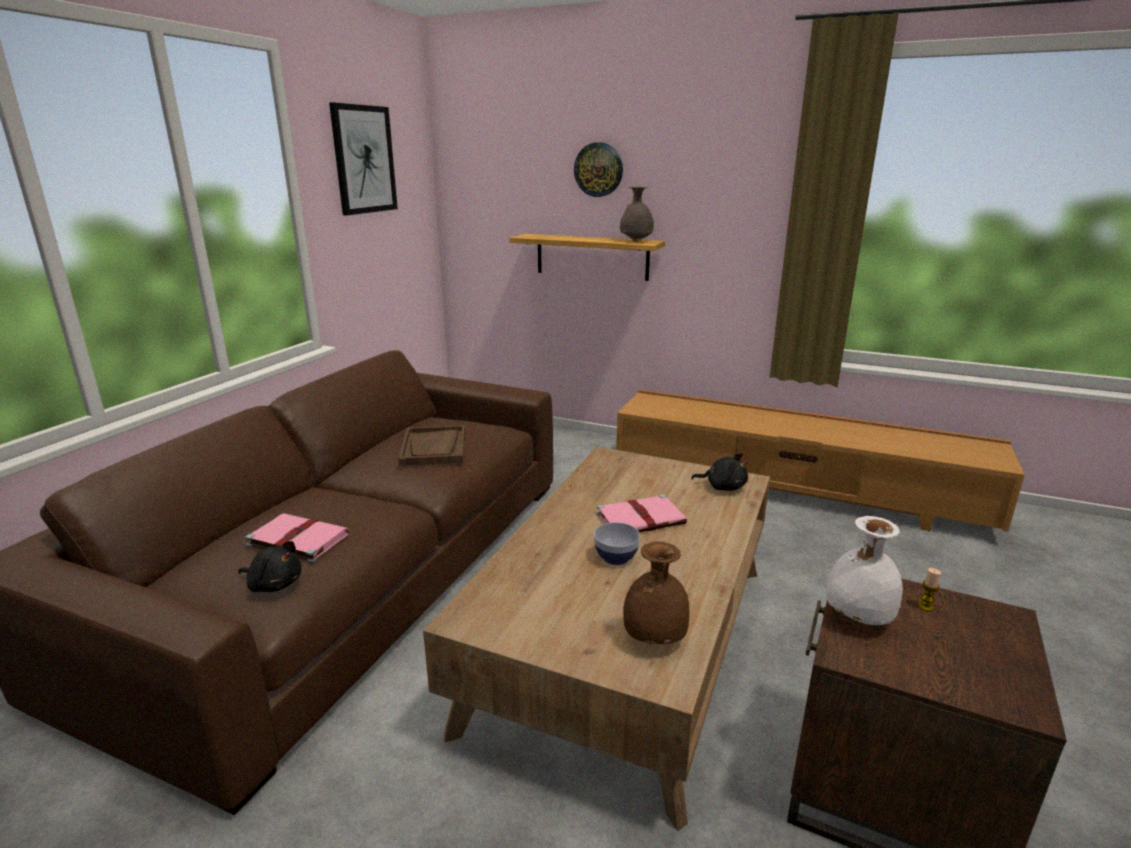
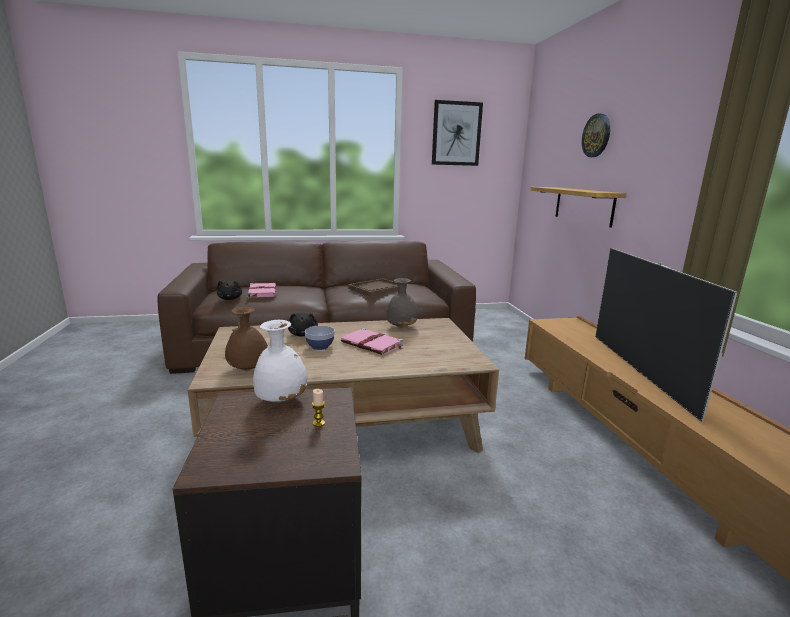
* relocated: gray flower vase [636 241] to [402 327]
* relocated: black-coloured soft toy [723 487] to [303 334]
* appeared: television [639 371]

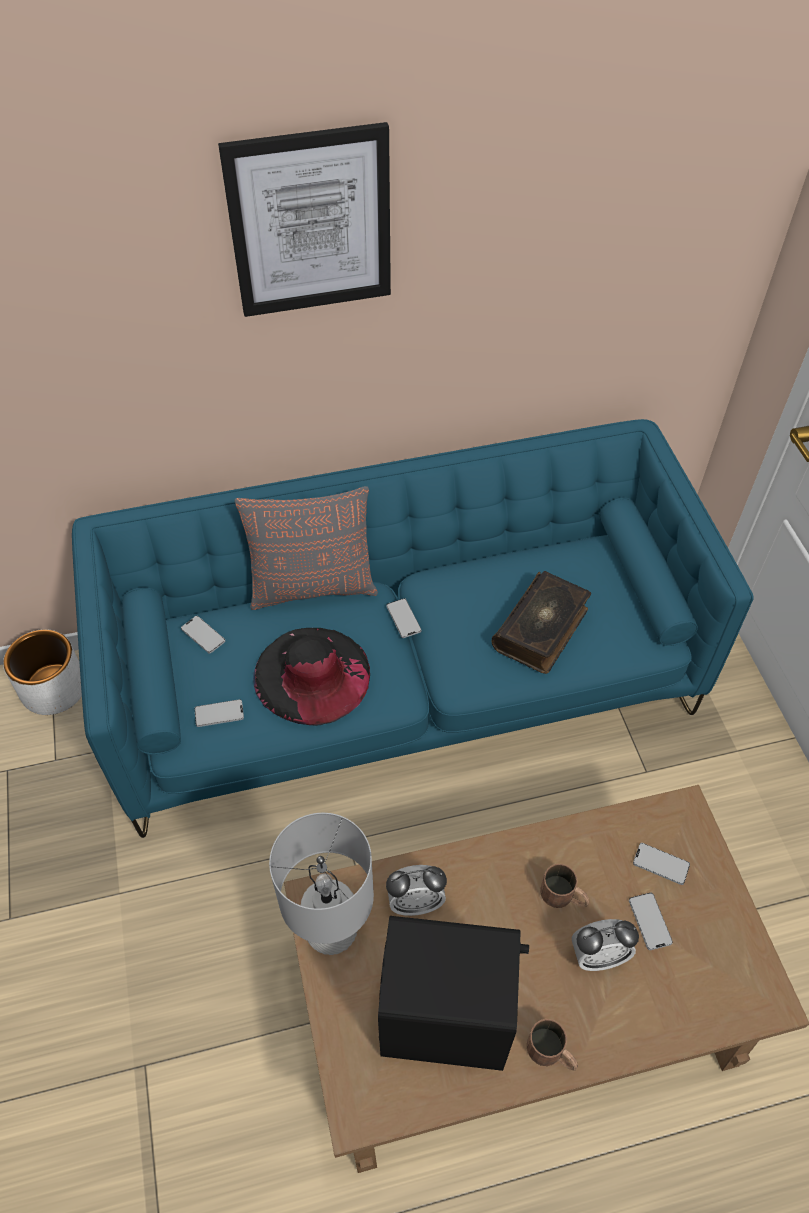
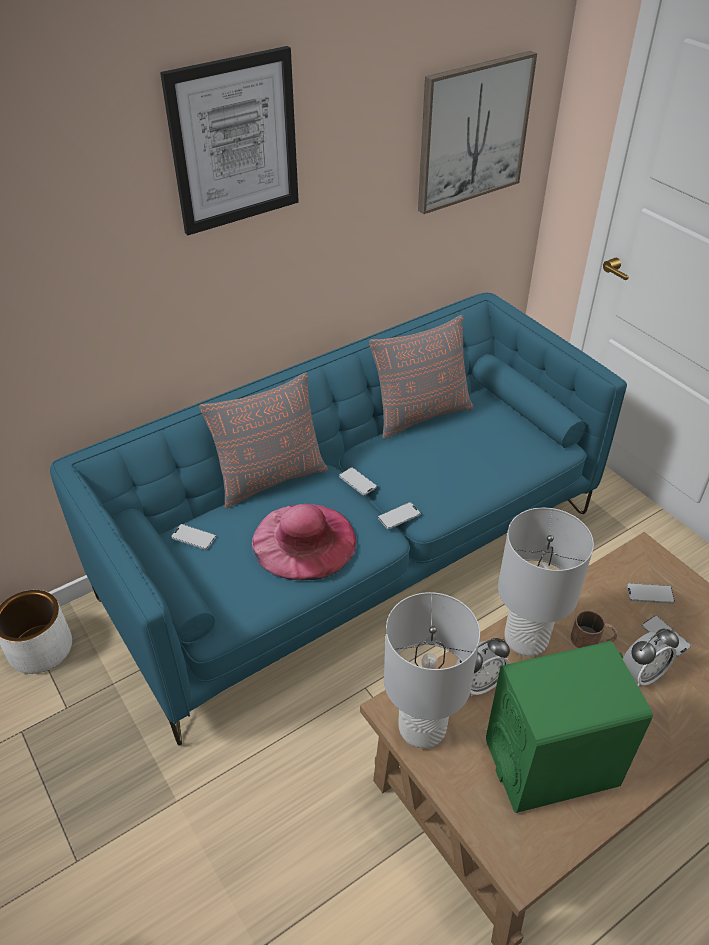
* missing: bound book [542 629]
* colour: black-coloured wearable hat [312 674] to pinkish wearable hat [304 540]
* relocated: telephone [219 714] to [399 516]
* colour: black-coloured loudspeaker [446 1017] to green loudspeaker [551 762]
* missing: brownish coffee mug [552 1053]
* appeared: wall picture [472 132]
* appeared: gray cushion [421 415]
* appeared: gray tabletop lamp [525 642]

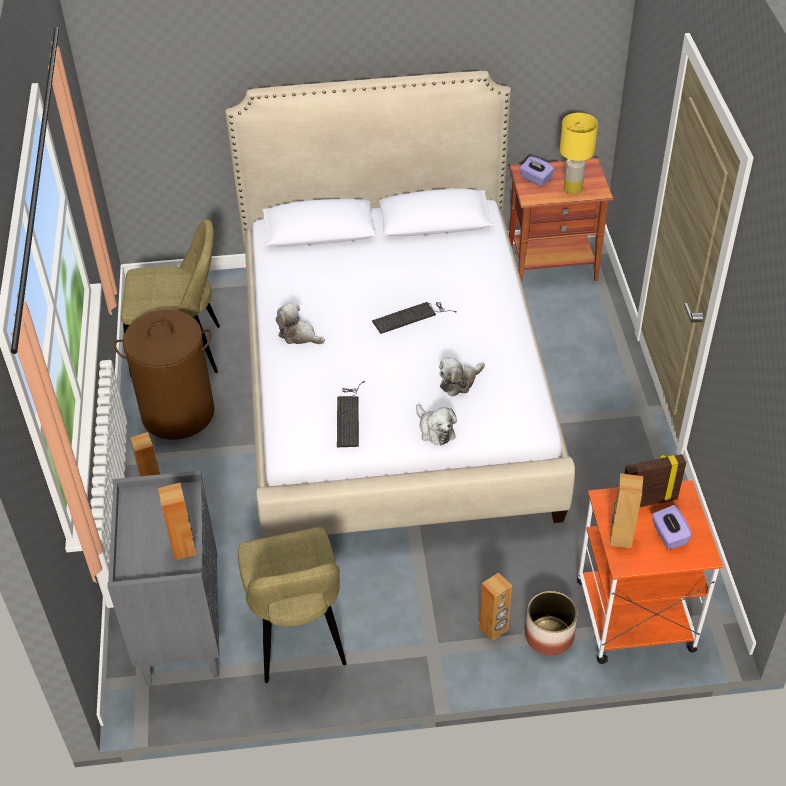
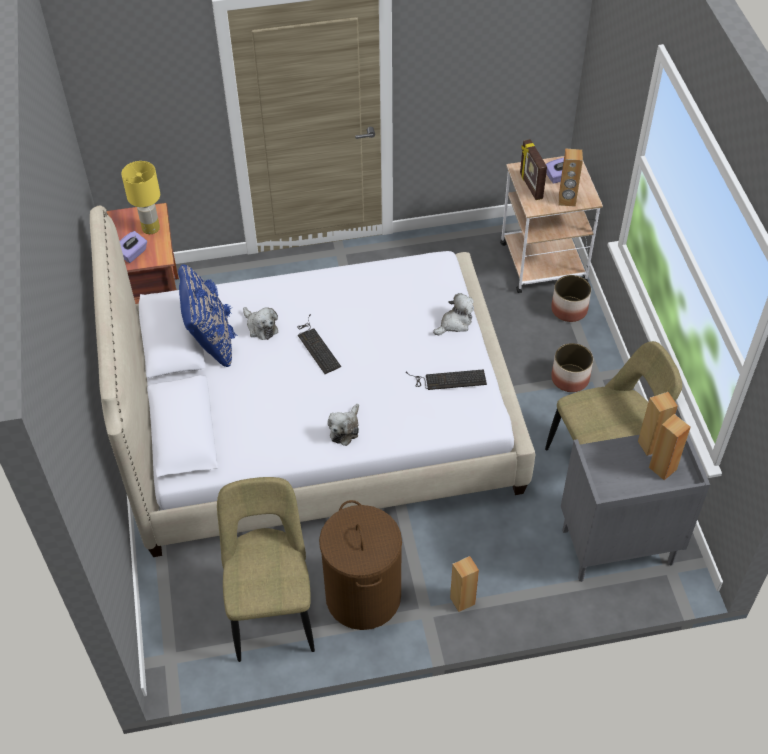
* relocated: soft toy [459 382] to [261 327]
* colour: orange-coloured cart [632 616] to beige-coloured cart [543 264]
* relocated: brownish loudspeaker [493 629] to [662 468]
* appeared: bluish cushion [212 340]
* appeared: plant pot [570 378]

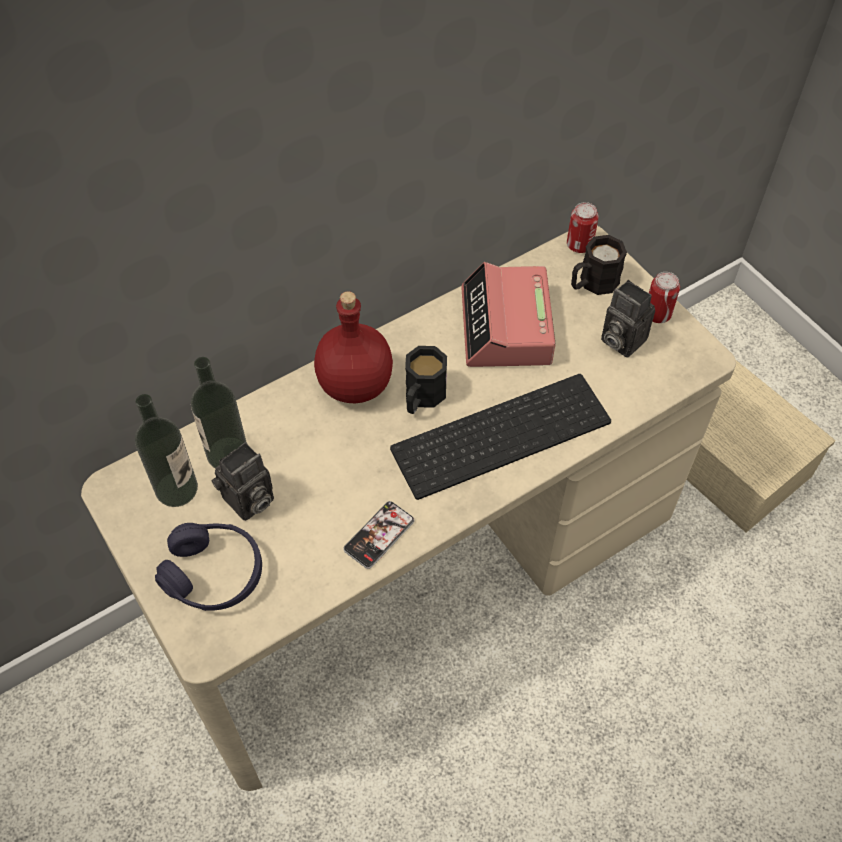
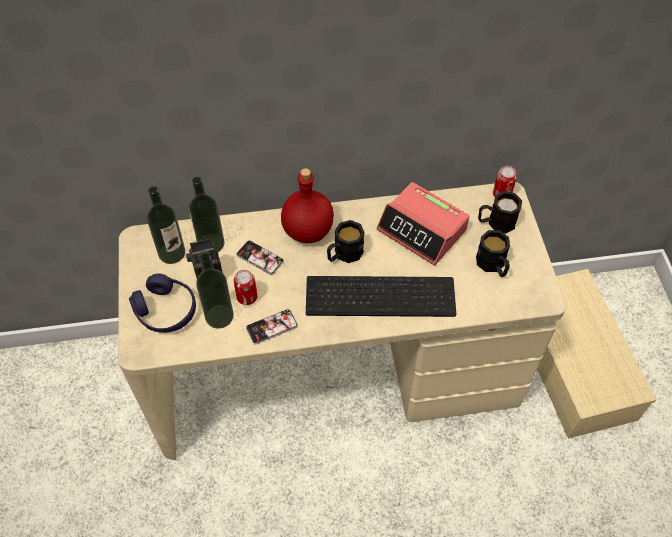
* spun: bedside clock [506 327] = [422 230] 75 degrees counterclockwise
* relocated: metal can [657 314] to [247 297]
* exchanged: still camera [620 340] to black-coloured coffee mug [493 265]
* appeared: telephone [260 258]
* appeared: drink bottle [219 316]

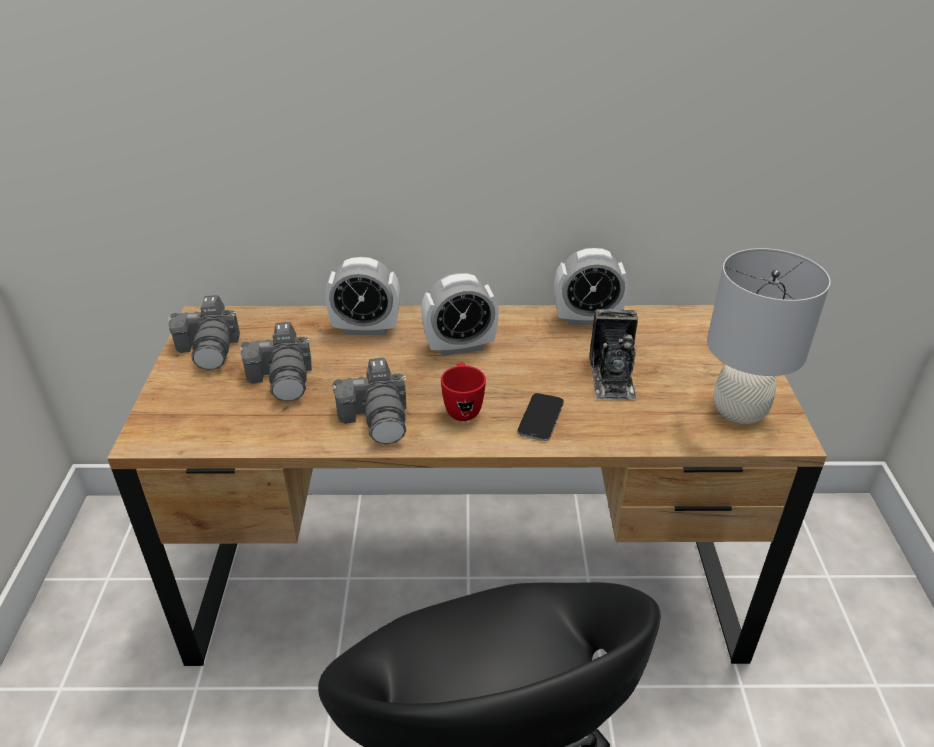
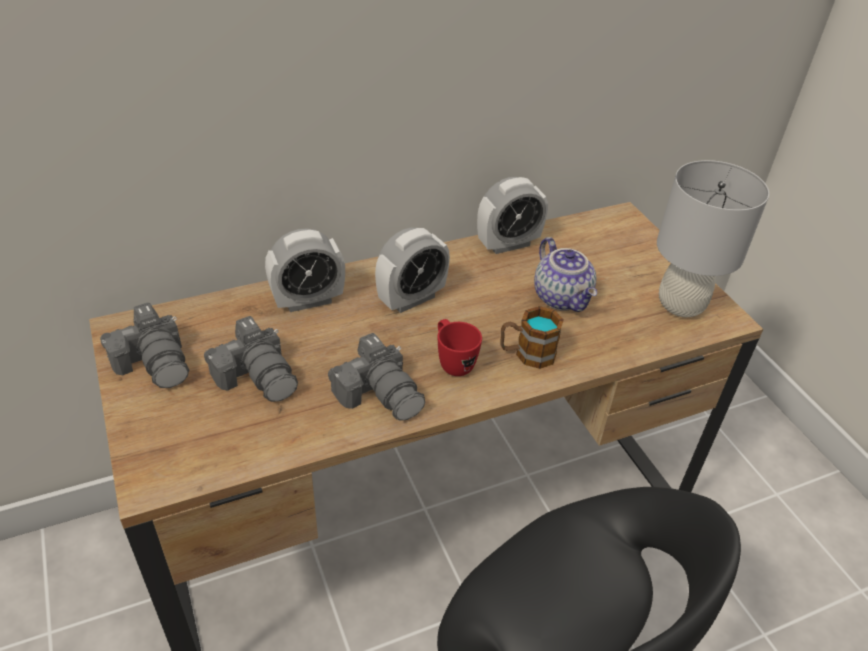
* exchanged: still camera [612 377] to tea pot [563 298]
* exchanged: telephone [540 418] to coffee mug [527 354]

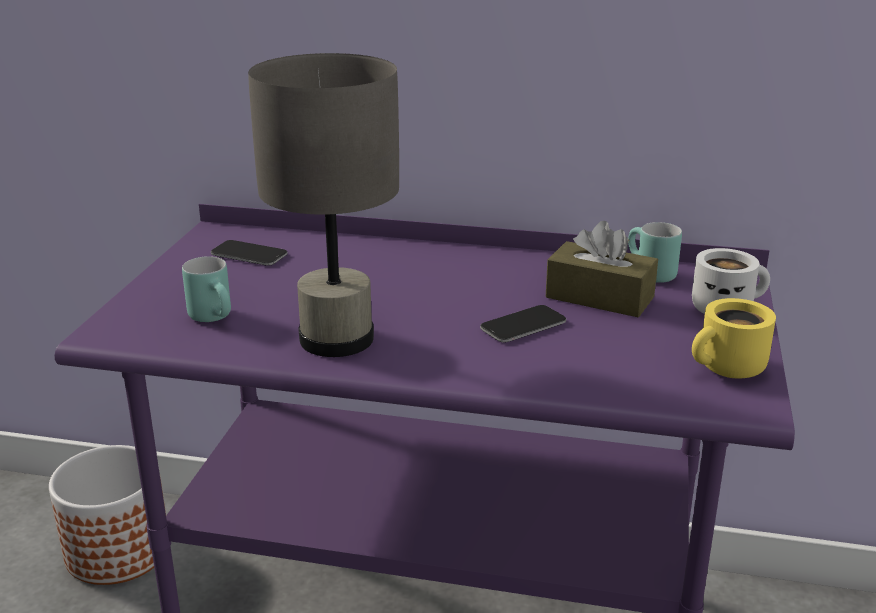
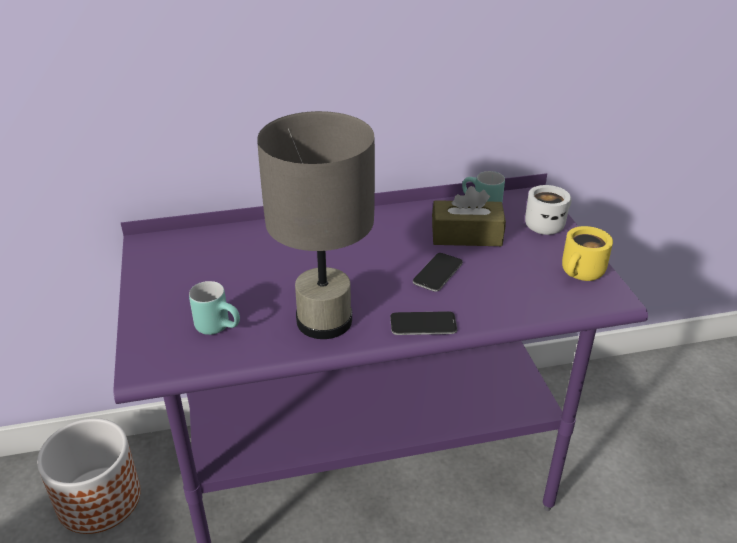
* relocated: telephone [249 255] to [423 325]

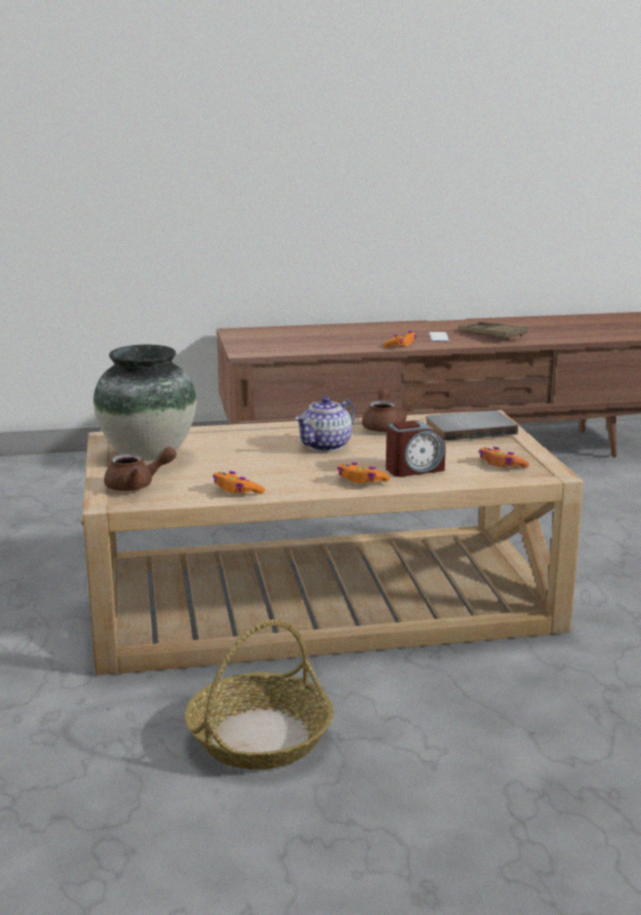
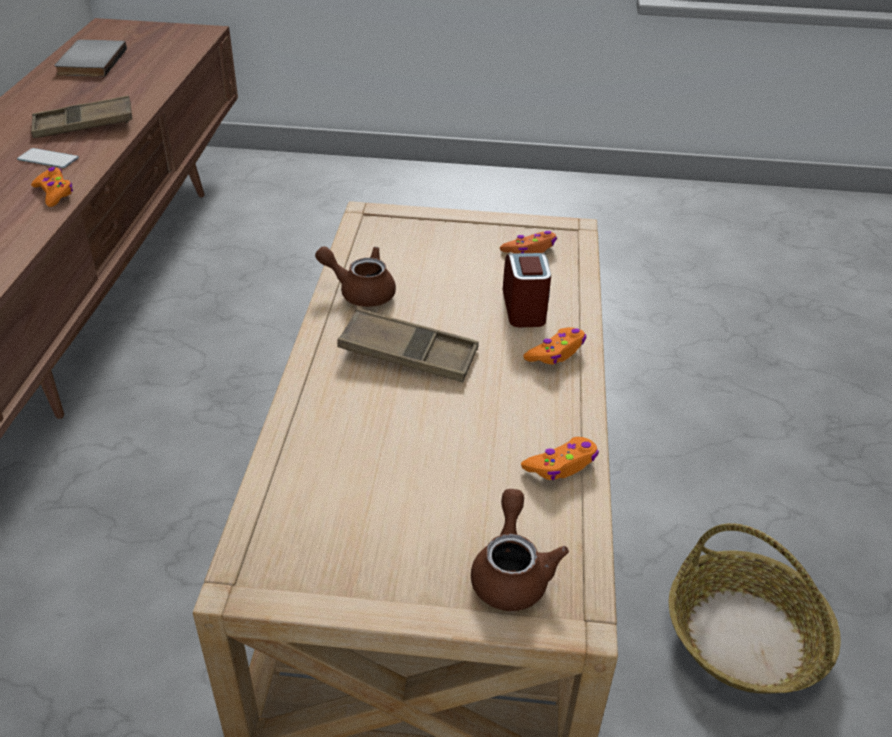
* missing: flower vase [147 455]
* exchanged: tea pot [326 446] to brownish carrying tray [408 353]
* relocated: gray bound book [469 429] to [89 61]

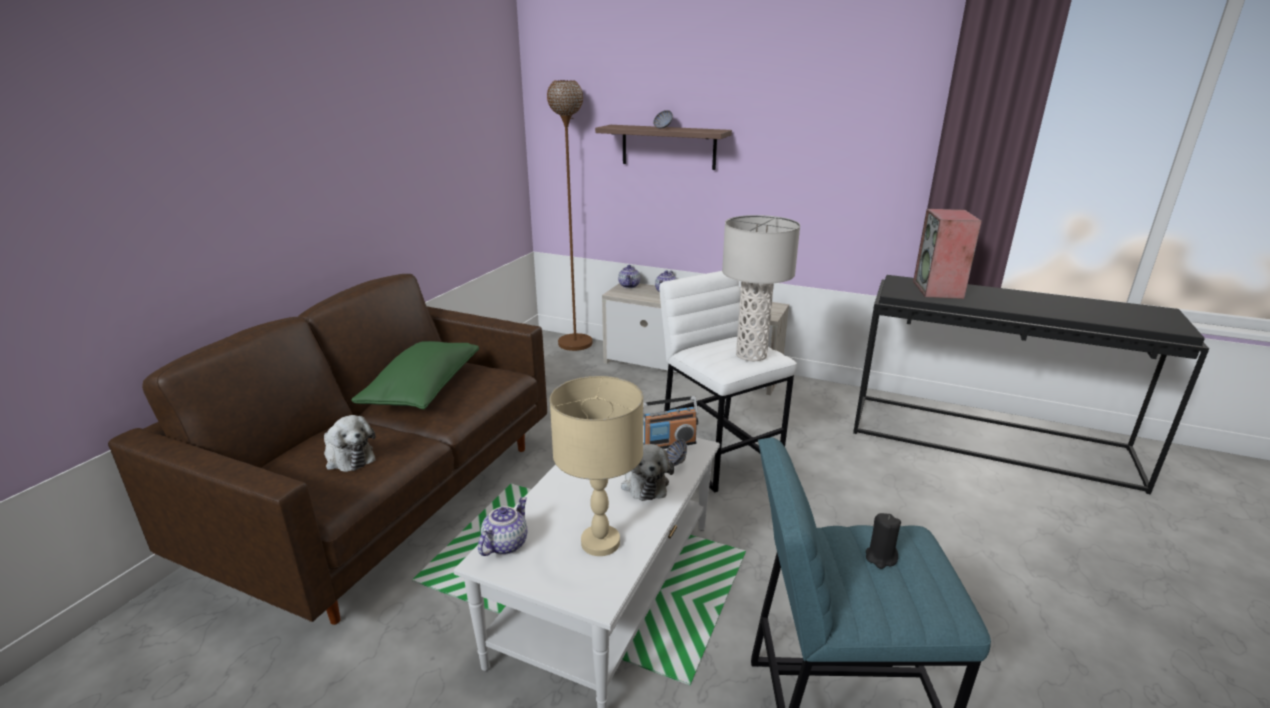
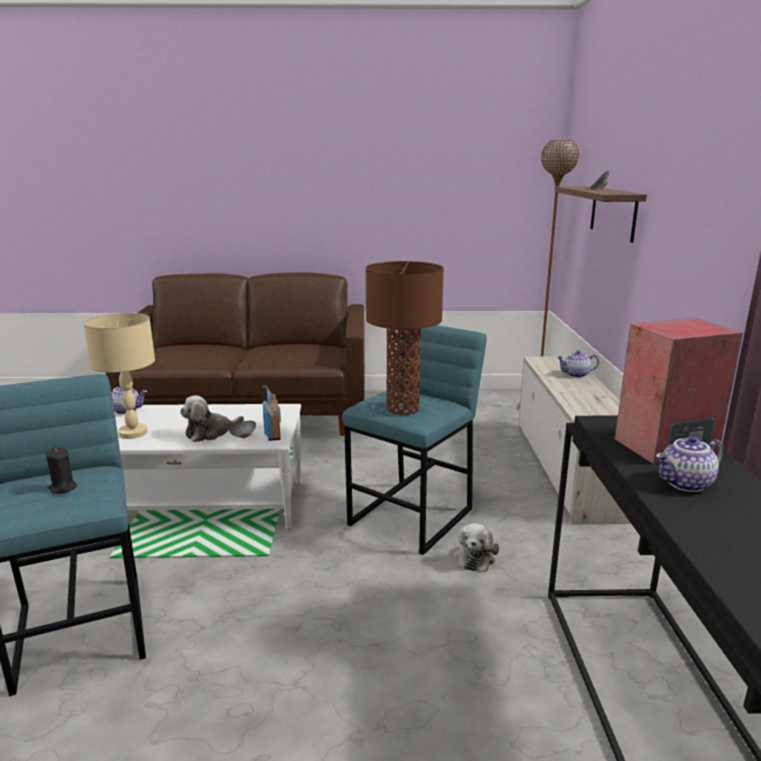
* colour: whitish tabletop lamp [752 355] to brownish tabletop lamp [403 409]
* relocated: tea pot [629 286] to [686 484]
* colour: whitish sitting stool [718 454] to bluish sitting stool [412 515]
* missing: green cushion [423 390]
* spun: radio receiver [669 443] = [273 431] 150 degrees counterclockwise
* relocated: soft toy [348 457] to [475 556]

